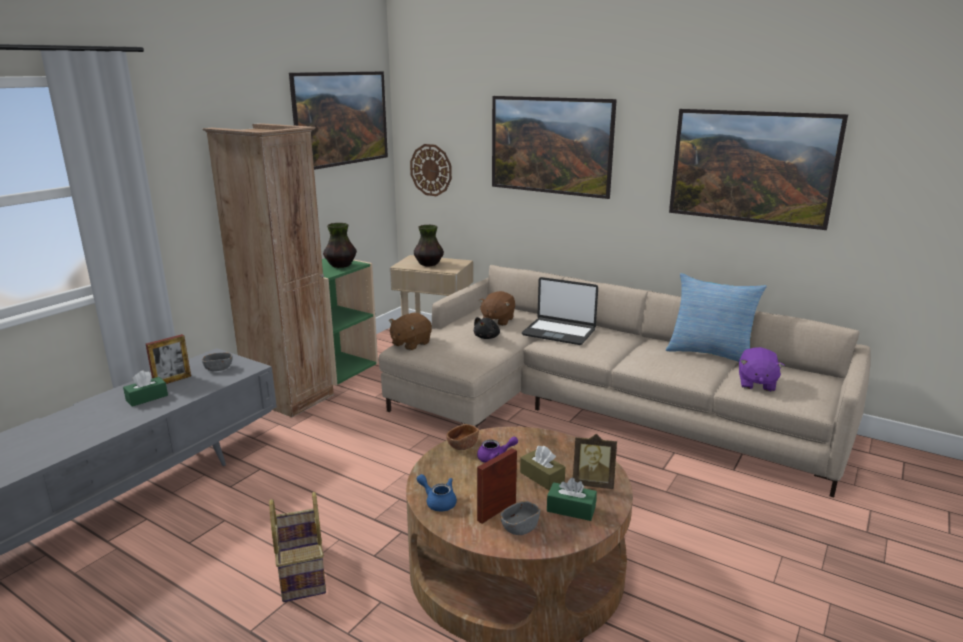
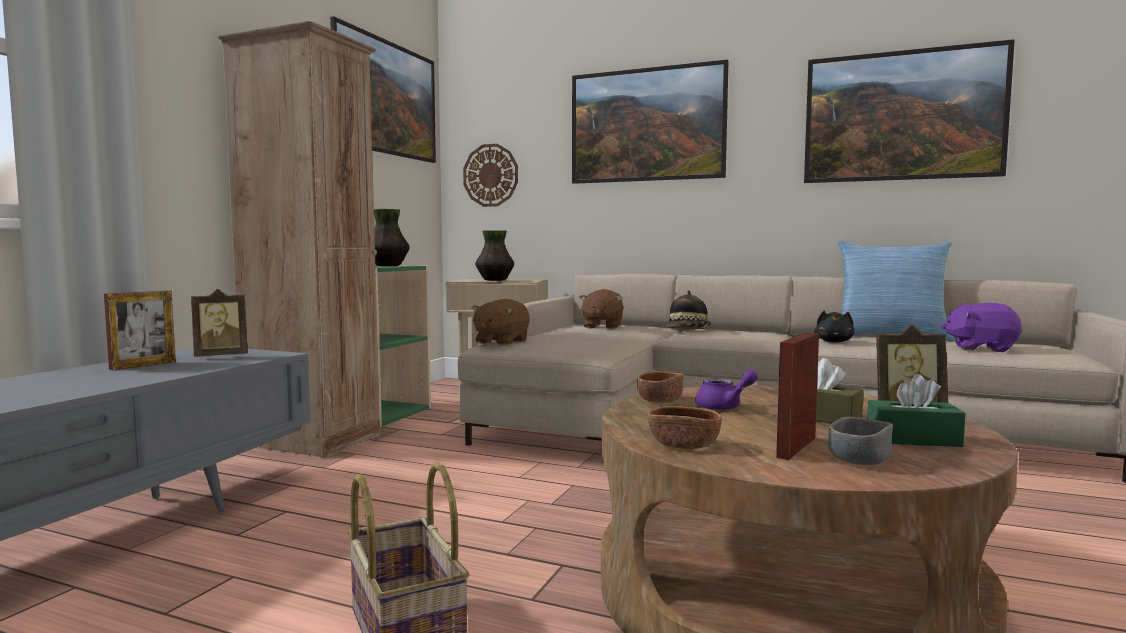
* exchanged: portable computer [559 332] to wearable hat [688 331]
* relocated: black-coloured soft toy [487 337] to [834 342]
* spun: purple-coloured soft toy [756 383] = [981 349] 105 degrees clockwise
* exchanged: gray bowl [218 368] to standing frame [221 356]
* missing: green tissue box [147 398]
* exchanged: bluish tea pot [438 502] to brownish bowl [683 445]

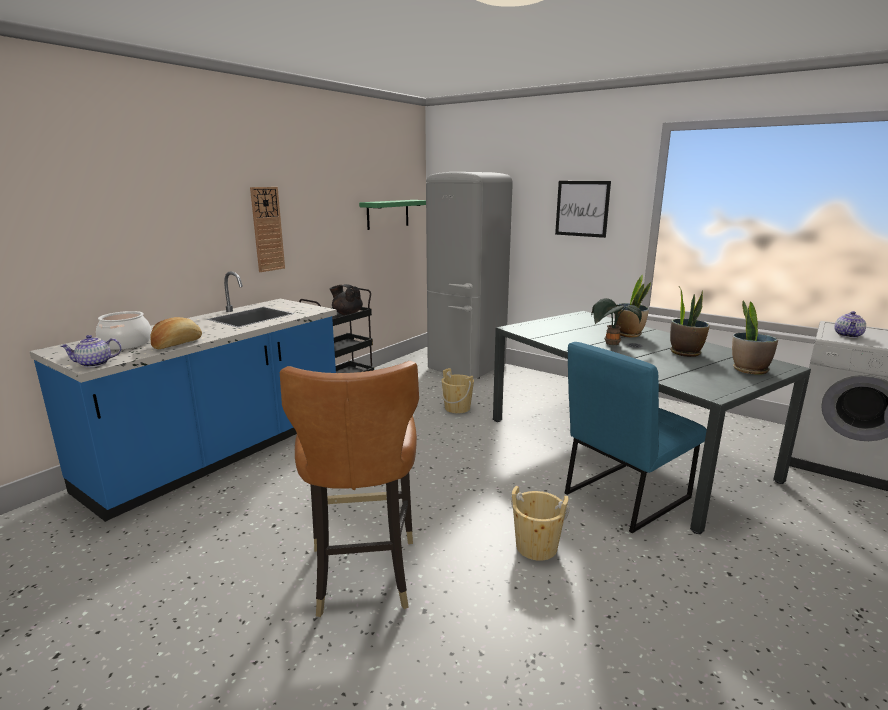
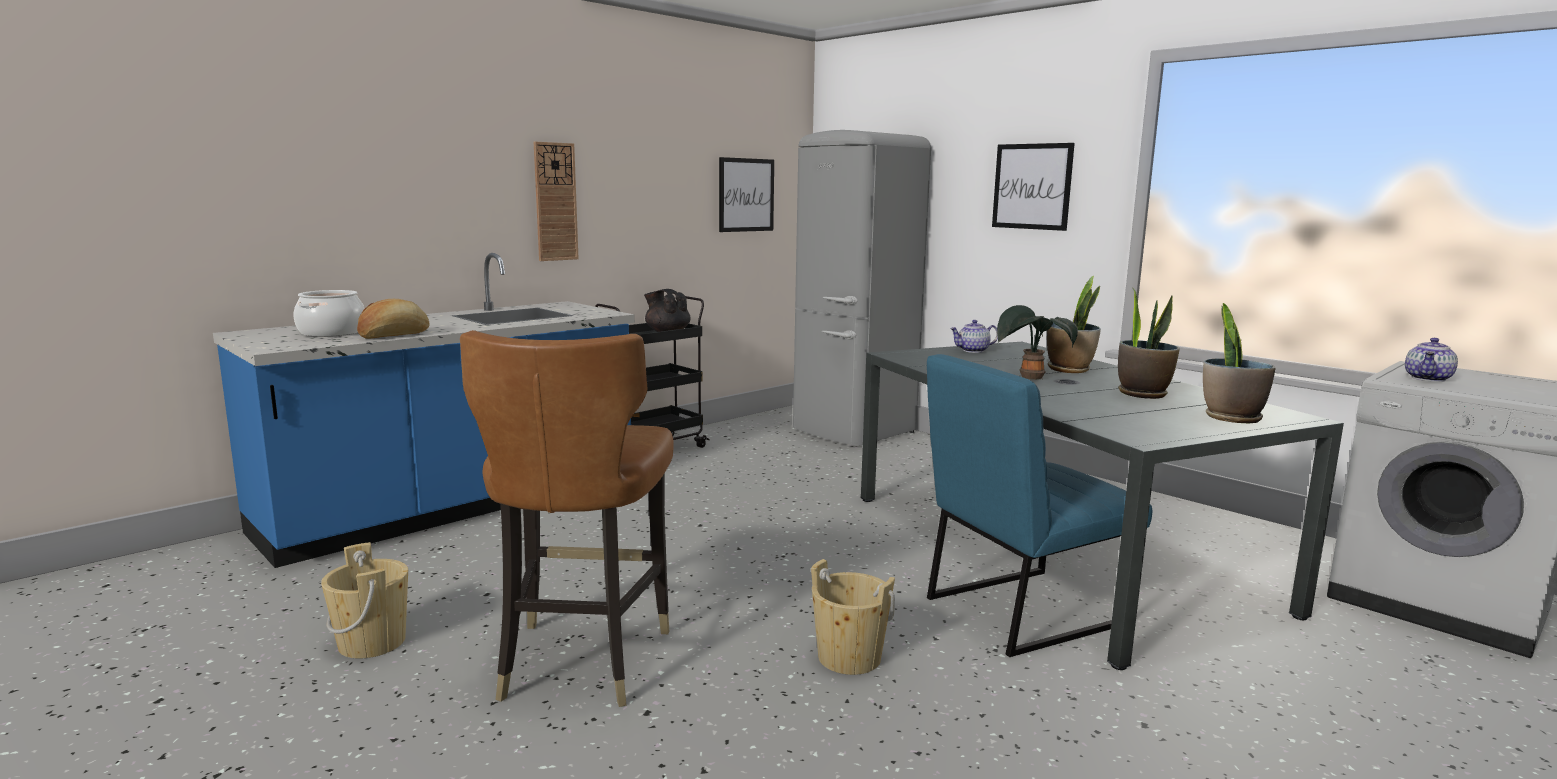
* exchanged: green bracket shelf [388 214] to wall picture [746 195]
* relocated: tea pot [94 364] to [973 351]
* relocated: beige-coloured water bucket [457 408] to [372 642]

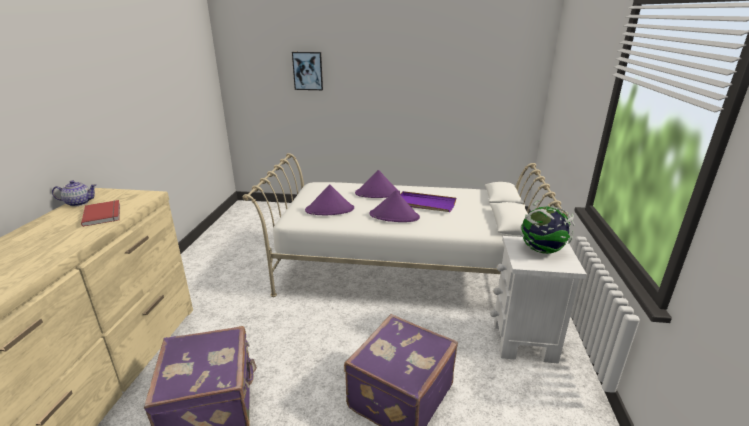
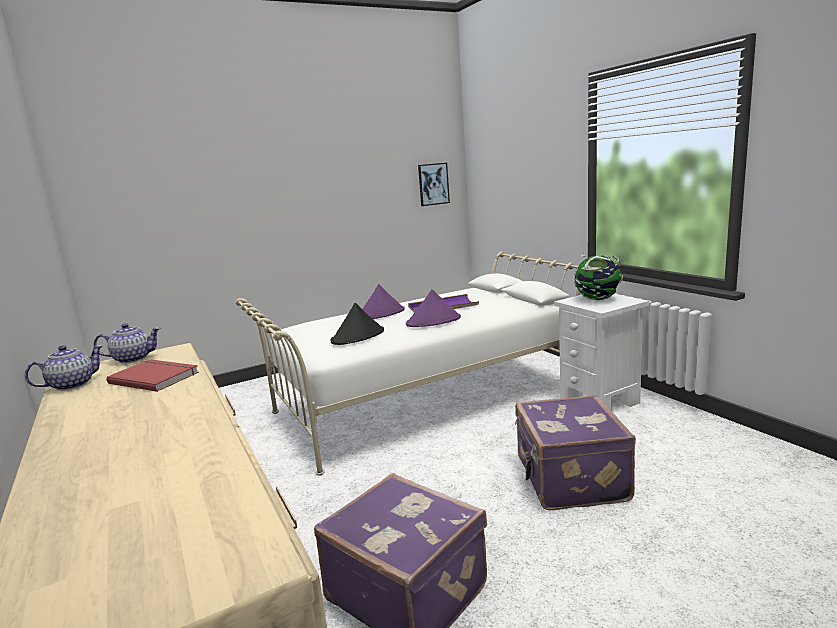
* relocated: wall picture [308 71] to [433 184]
* colour: purple-coloured wearable hat [330 210] to black-coloured wearable hat [358 336]
* appeared: tea pot [132 359]

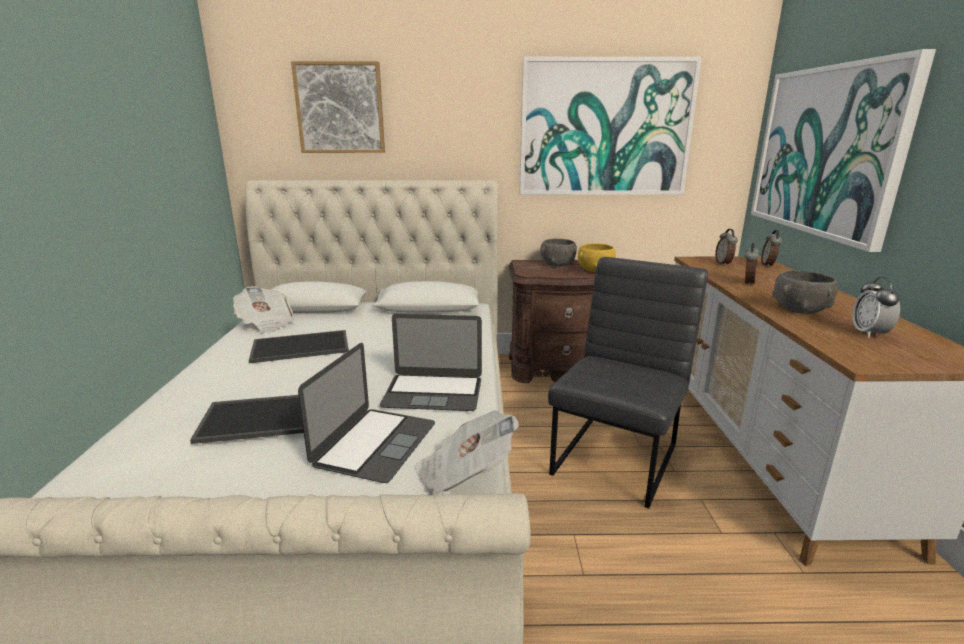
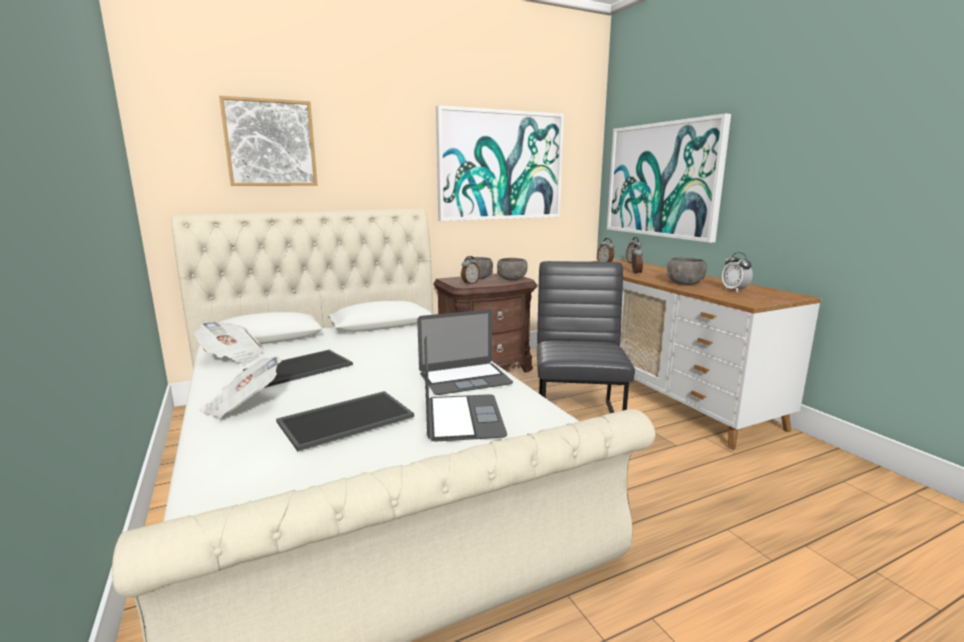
* colour: yellow bowl [595 270] to gray bowl [512 279]
* relocated: newspaper [464 474] to [243 406]
* appeared: bedside clock [470 283]

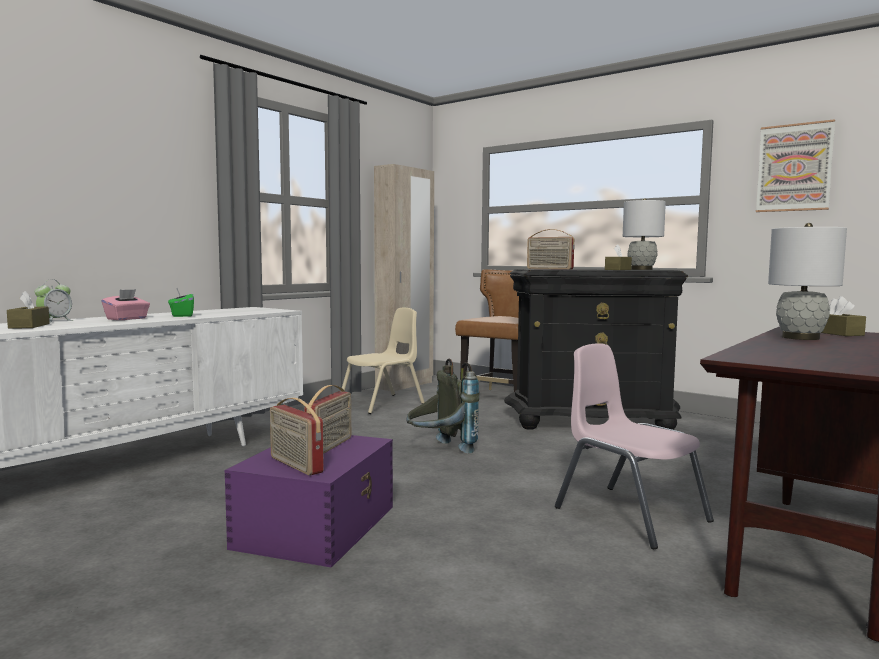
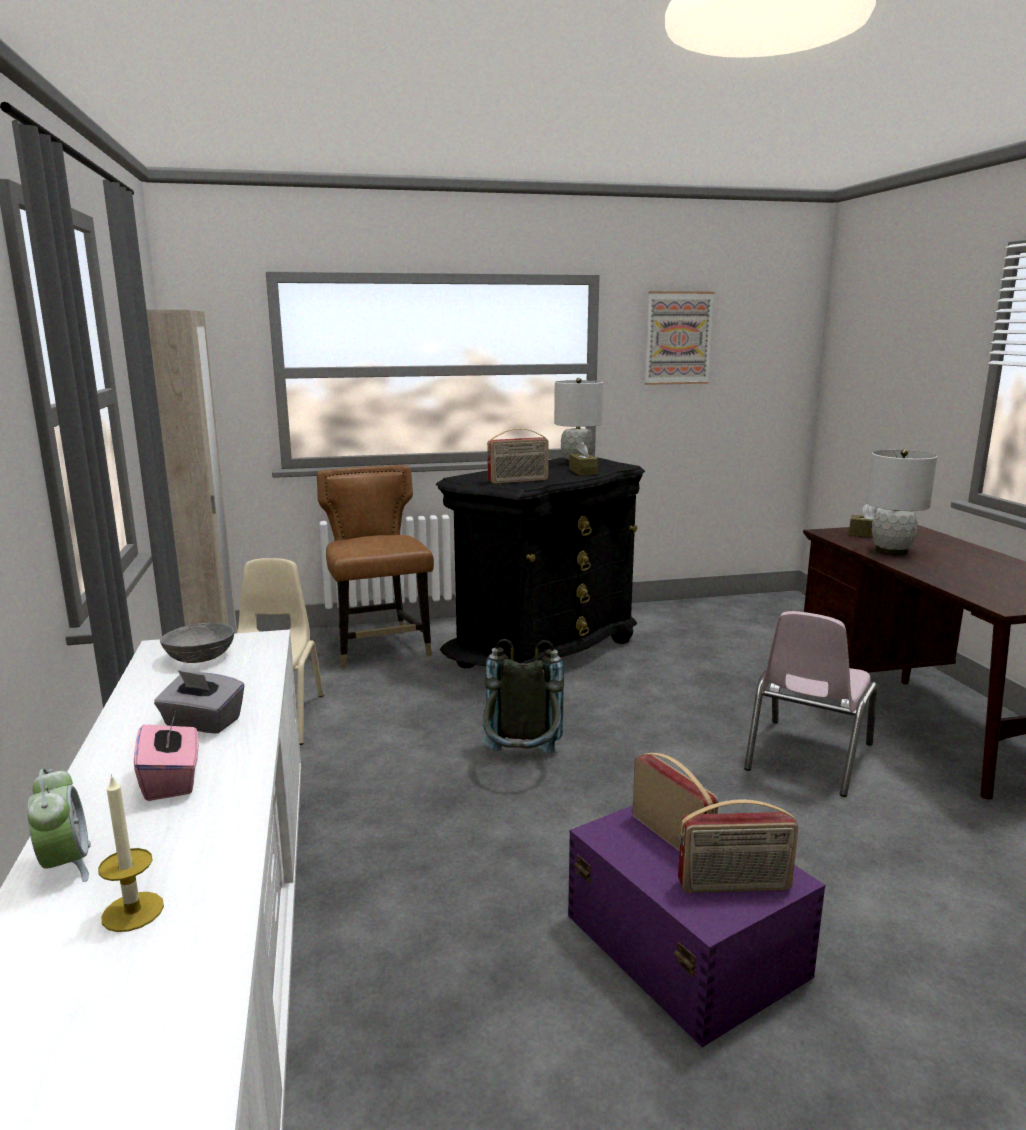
* colour: green tissue box [181 315] to gray tissue box [202 723]
* exchanged: brownish tissue box [29 326] to wax candle [133 911]
* spun: pinkish chair [630 514] = [807 757] 60 degrees counterclockwise
* appeared: gray bowl [201 657]

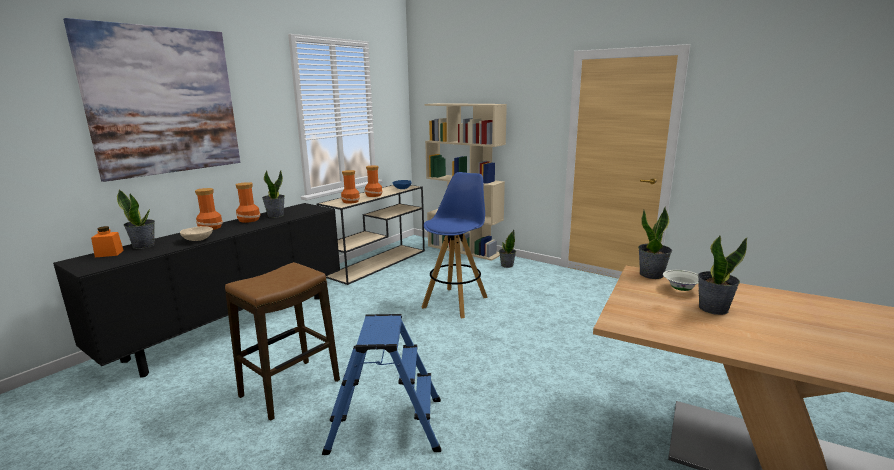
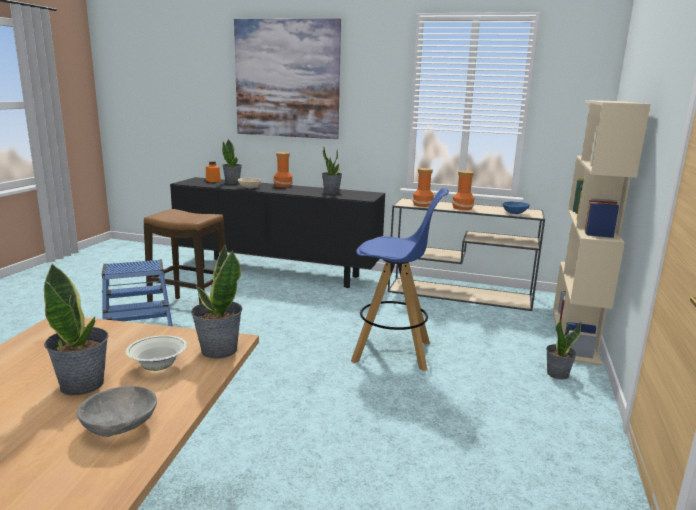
* missing: flower vase [248 220]
* appeared: gray bowl [121 428]

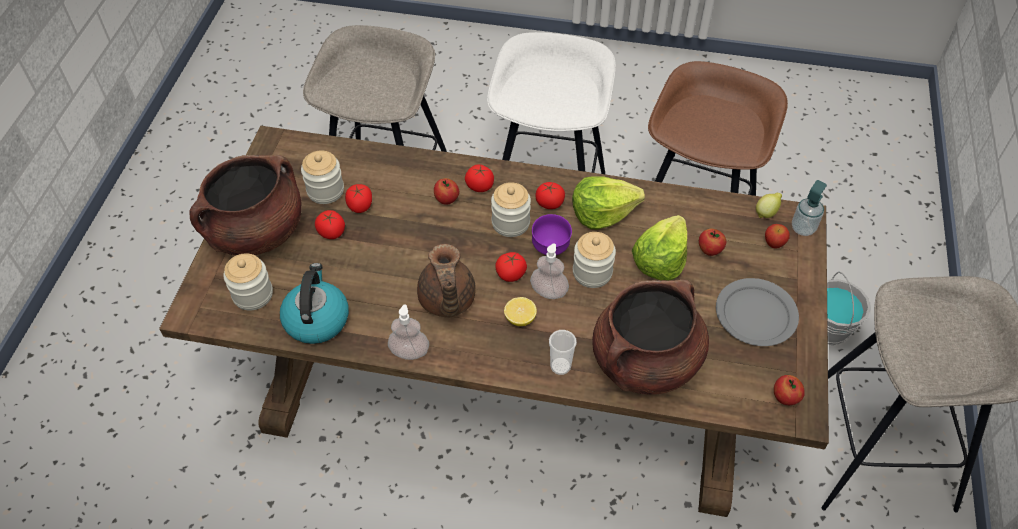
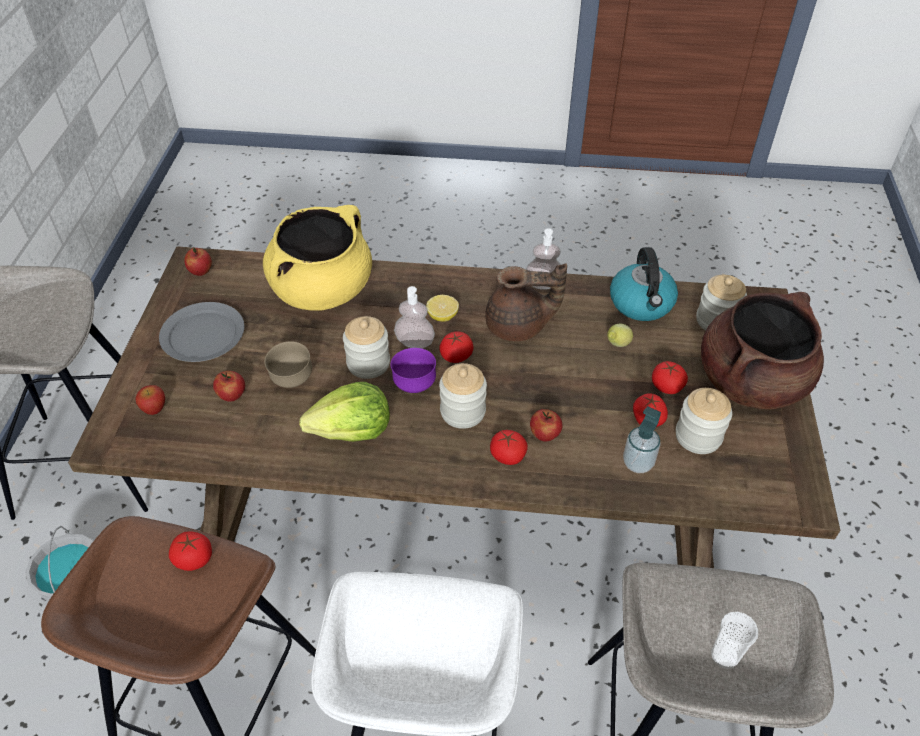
* relocated: soap dispenser [803 228] to [638 463]
* relocated: tomato [549 203] to [194 559]
* relocated: whole lemon [766 213] to [617 345]
* exchanged: lettuce head [659 260] to brownish bowl [292 381]
* spun: brownish tea pot [446 301] = [519 327] 105 degrees clockwise
* colour: brownish saucepot [645 361] to yellow saucepot [322 290]
* relocated: drinking cup [560 366] to [724 656]

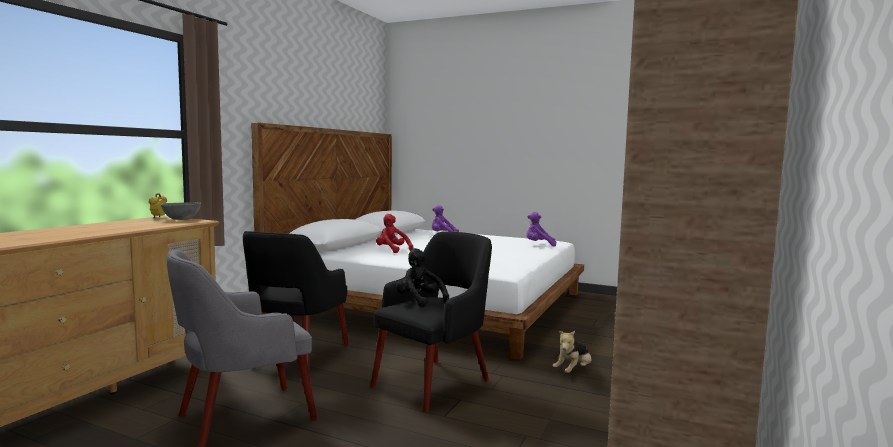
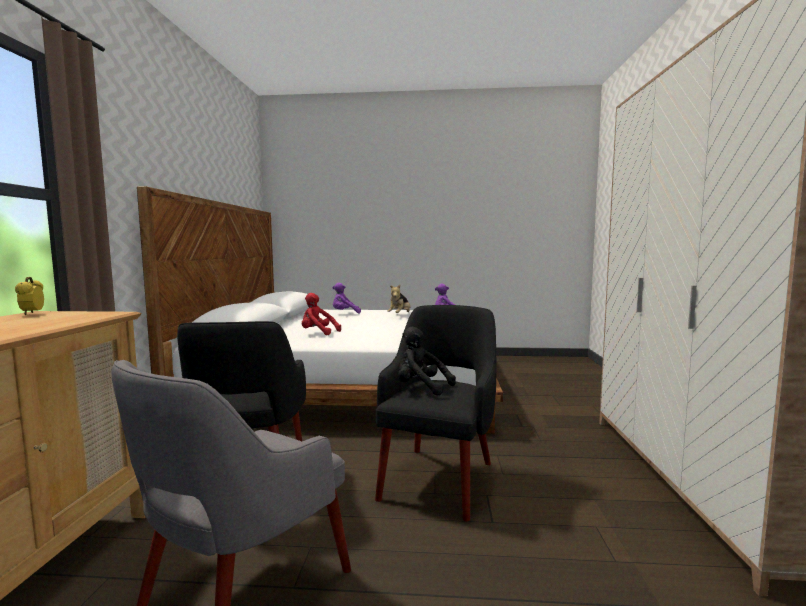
* missing: gray bowl [182 219]
* relocated: soft toy [573 371] to [399 315]

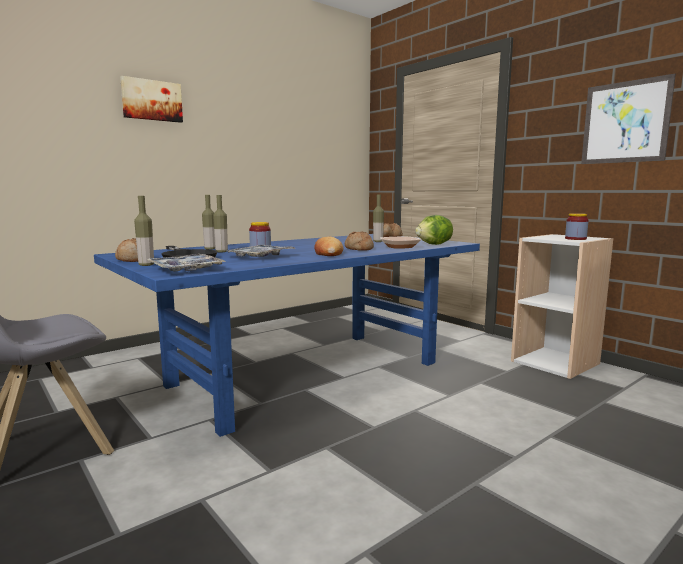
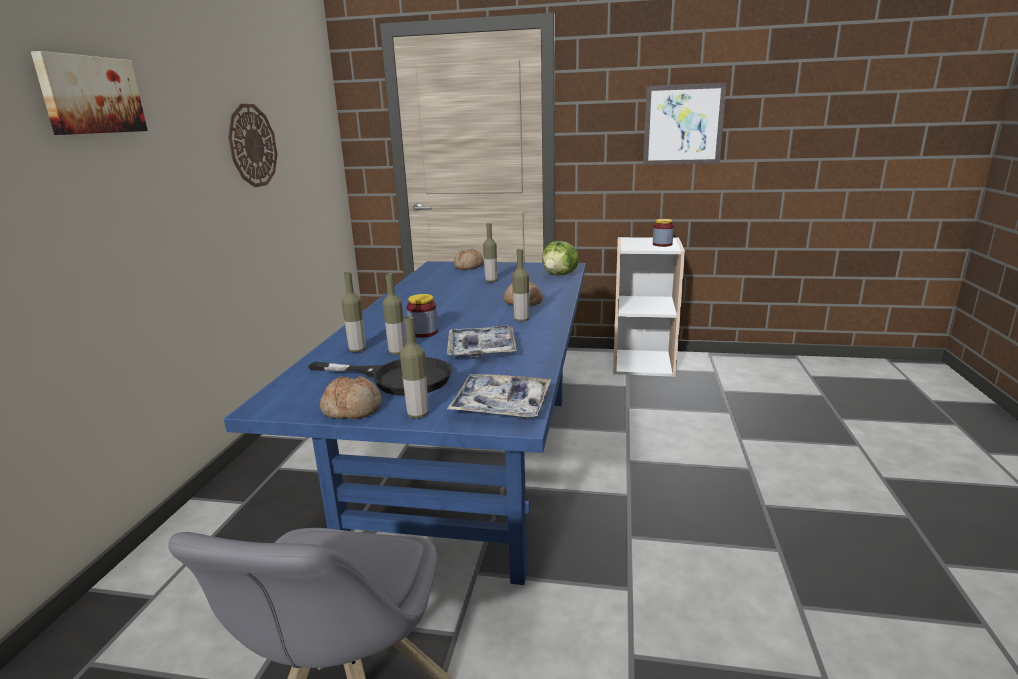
* exchanged: bakery bread [327 253] to drink bottle [521 320]
* missing: bowl [400 247]
* appeared: hanging clock [252 146]

